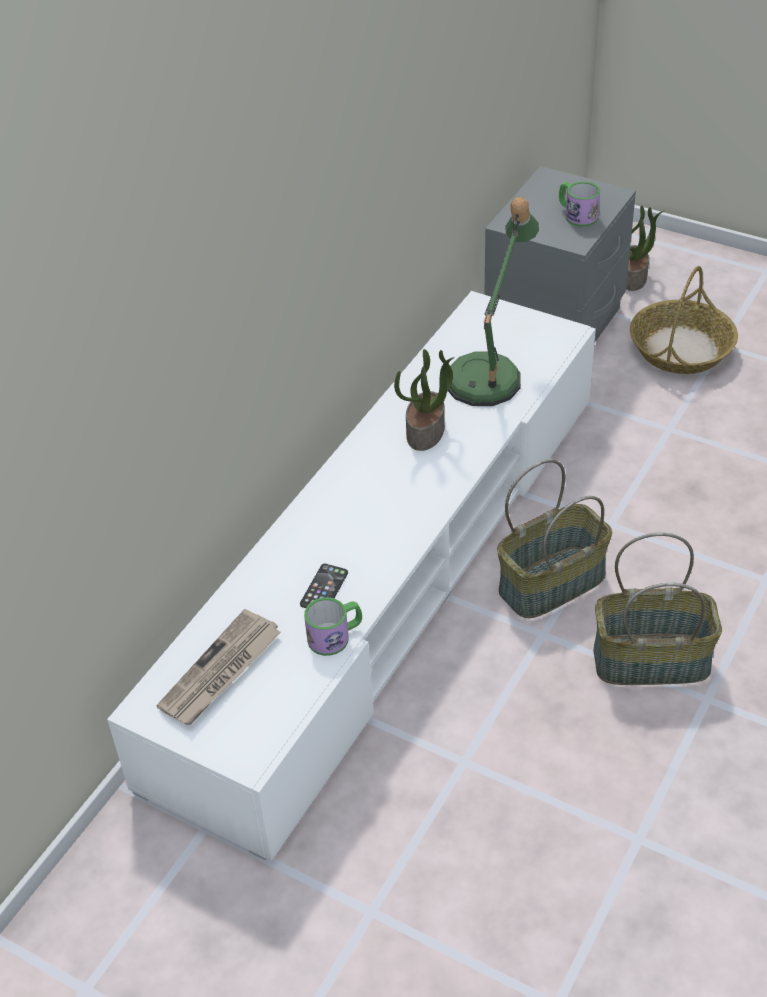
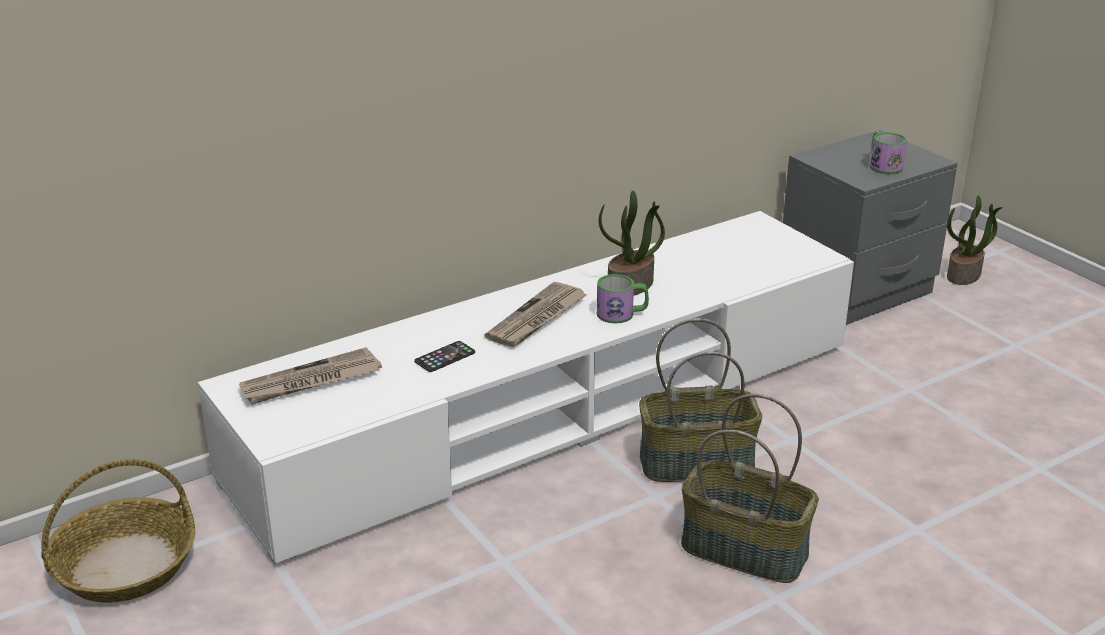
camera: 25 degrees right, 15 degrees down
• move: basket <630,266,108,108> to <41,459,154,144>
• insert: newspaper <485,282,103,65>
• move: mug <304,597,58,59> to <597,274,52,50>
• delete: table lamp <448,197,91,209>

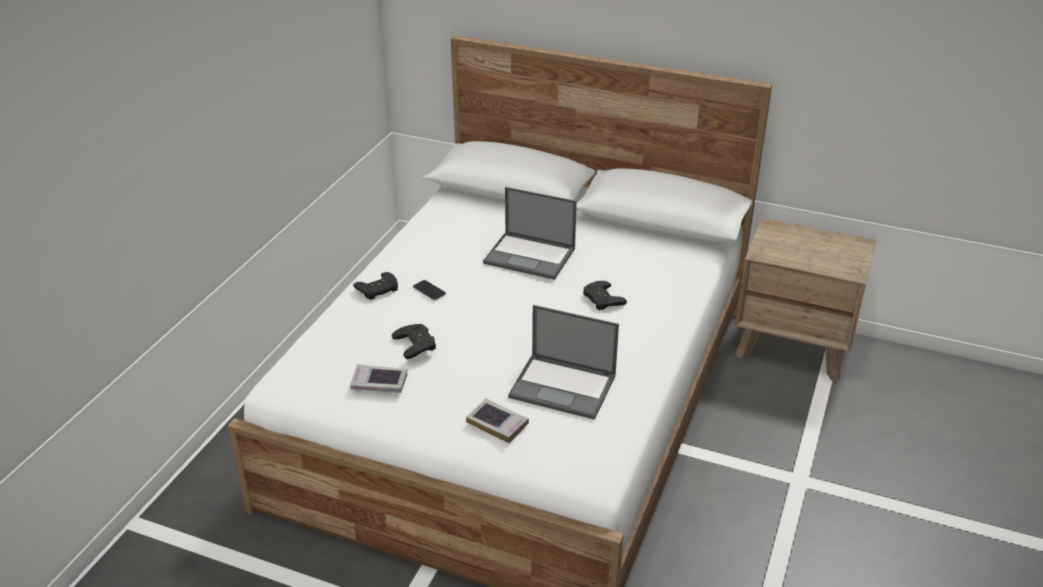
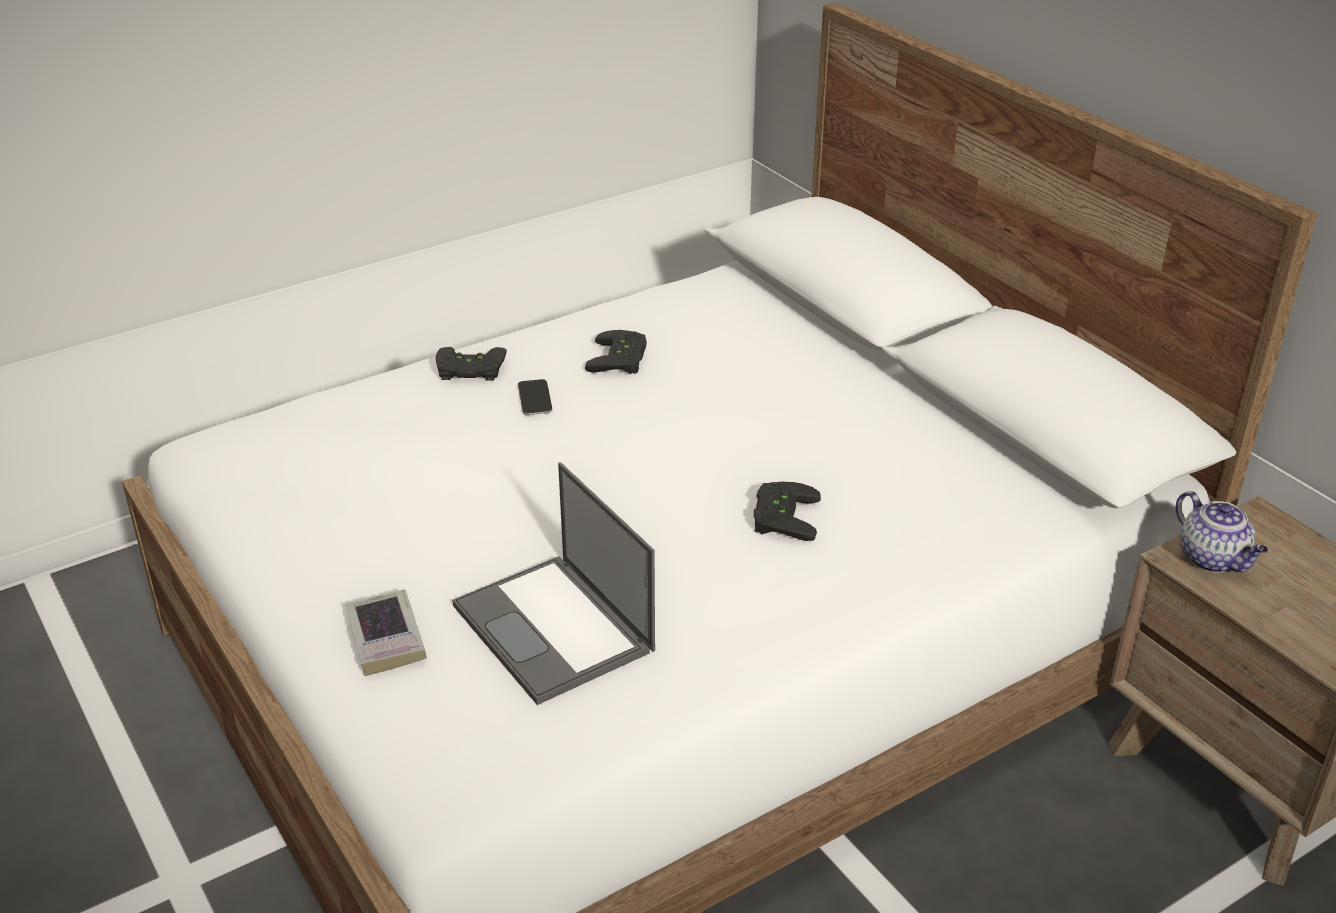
camera: 35 degrees right, 0 degrees up
• move: black game controller <392,324,44,35> to <585,330,62,44>
• insert: teapot <1175,491,93,82>
• delete: book <350,364,57,29>
• delete: laptop <483,187,94,93>

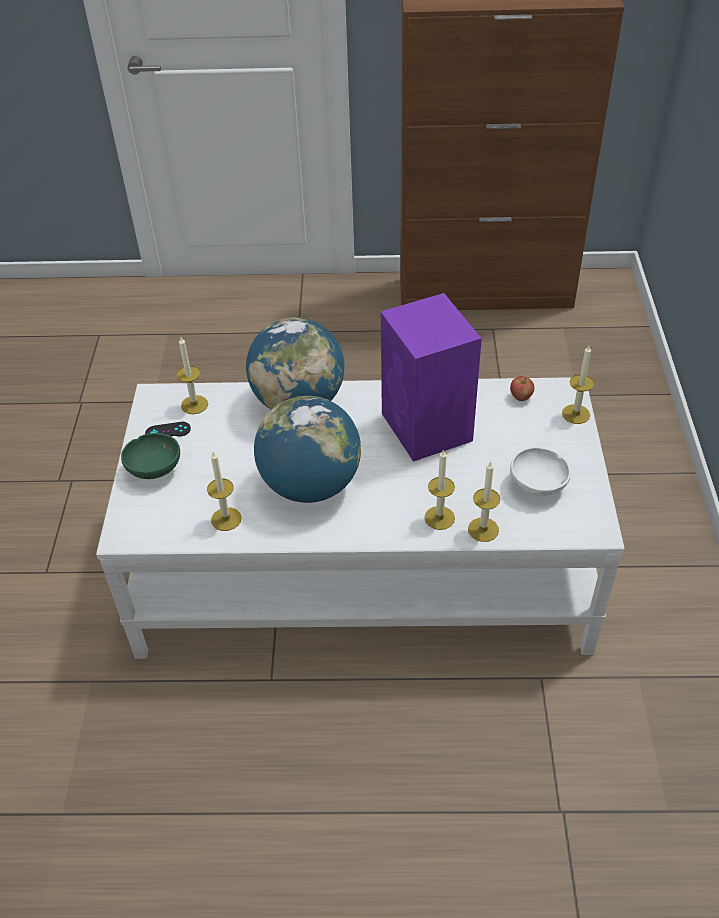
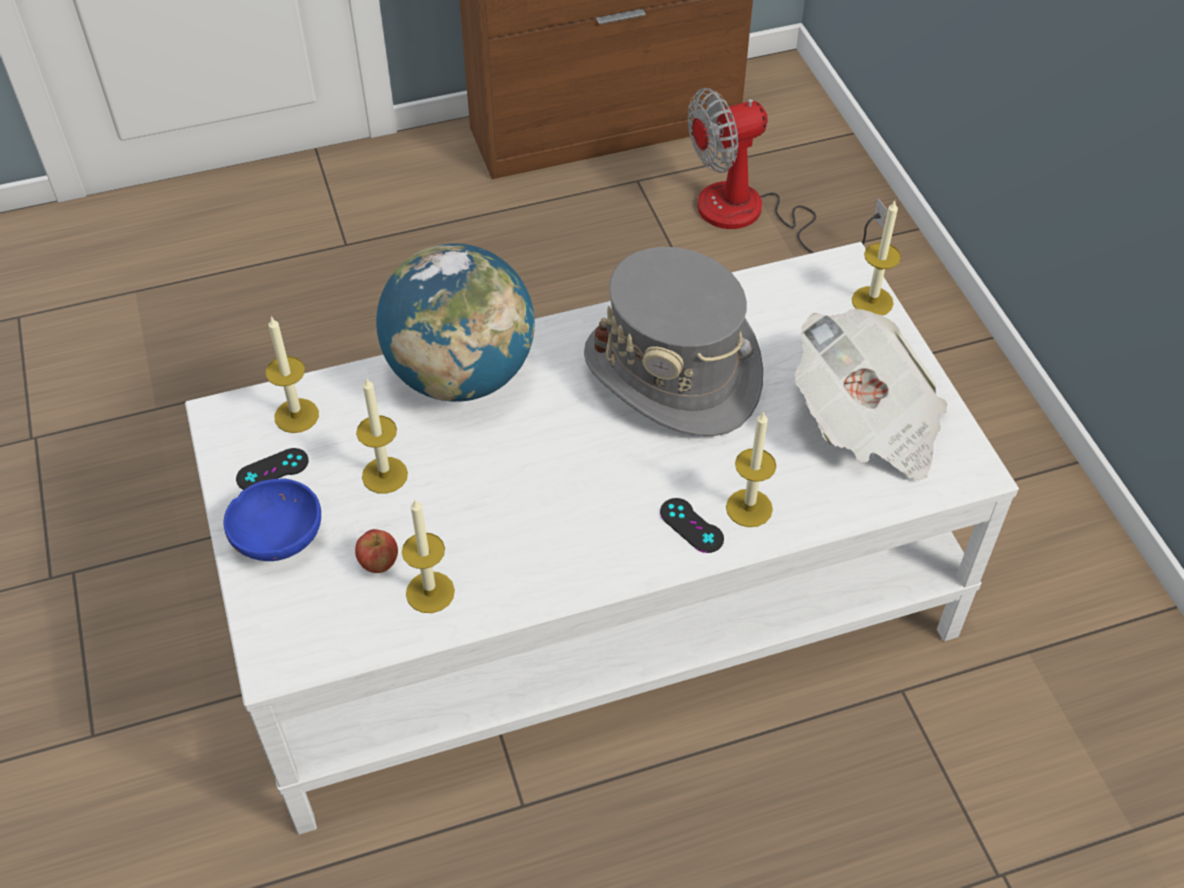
camera: 20 degrees left, 5 degrees up
• recolor: green bowl <121,433,59,46> to blue bowl <223,479,98,82>
• move: apple <510,376,24,25> to <355,529,43,44>
• move: candle <468,461,32,81> to <356,377,52,117>
• replace: purple speaker <381,293,101,169> to grey hat <584,247,179,189>
• insert: black game controller <660,498,64,55>
• insert: fan <688,88,199,165>
• replace: white bowl <510,447,61,49> to newspaper <795,309,153,171>
• delete: globe <254,396,107,107>

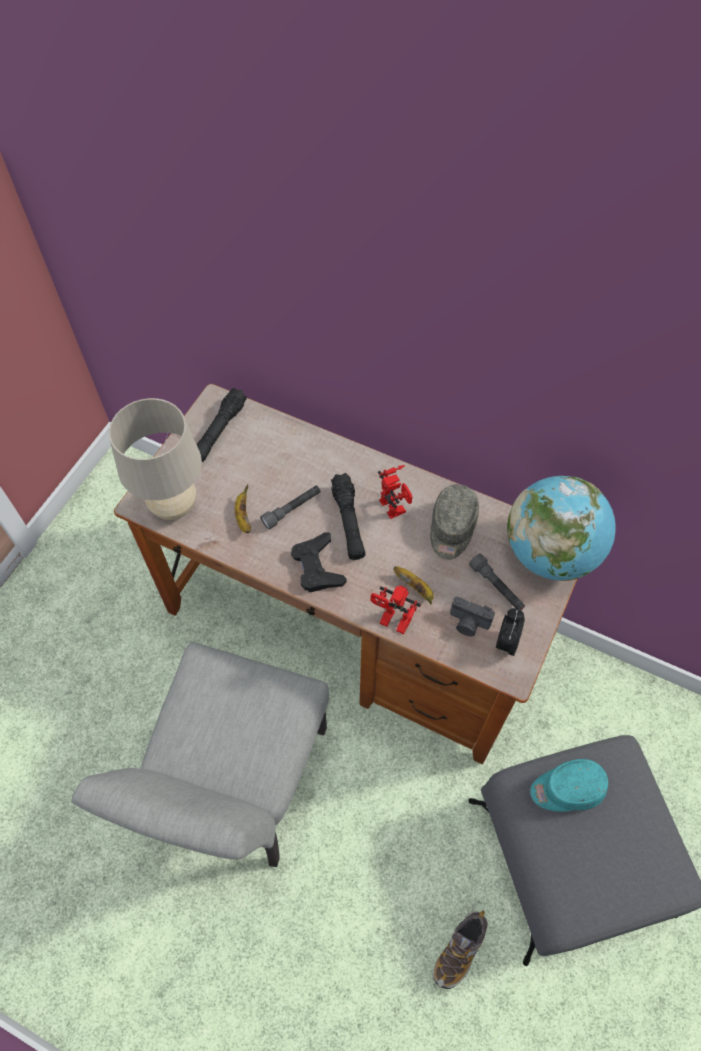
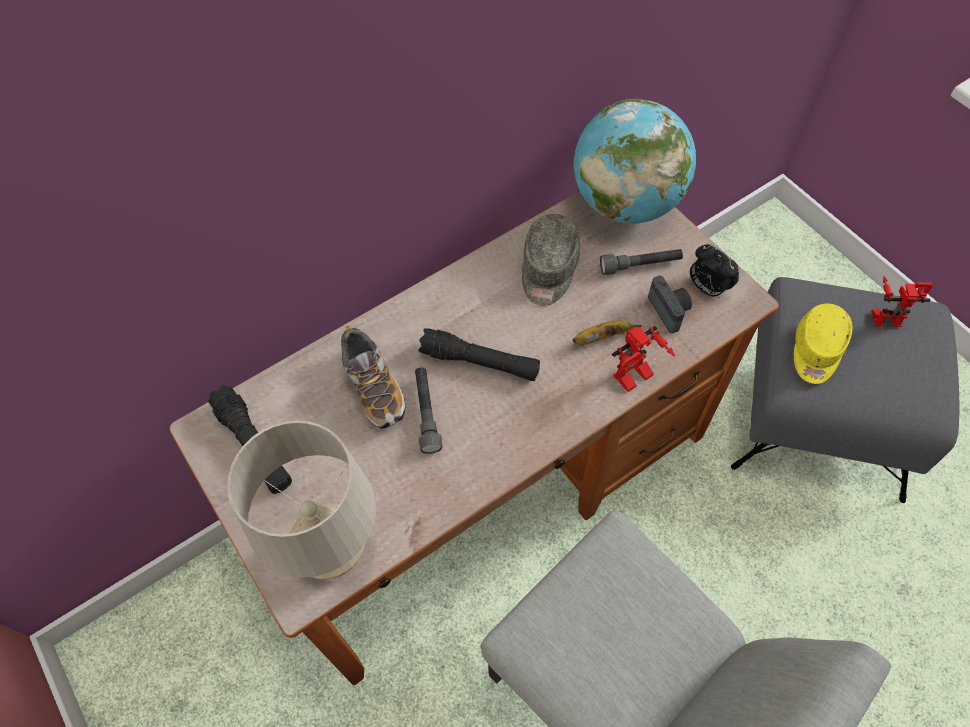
camera: 60 degrees left, 0 degrees up
• move: shoe <432,911,56,78> to <341,325,64,104>
• rotate: grey cap <430,484,49,76> = <522,214,58,92> 60 degrees clockwise
• rotate: photo camera <450,597,45,40> = <648,275,44,58> 75 degrees counterclockwise
• recolor: turquoise cap <530,759,78,53> to yellow cap <794,303,58,81>
• move: toy robot <378,465,34,54> to <871,276,62,51>
• delete: banana <235,484,16,49>
• delete: black game controller <291,532,56,60>

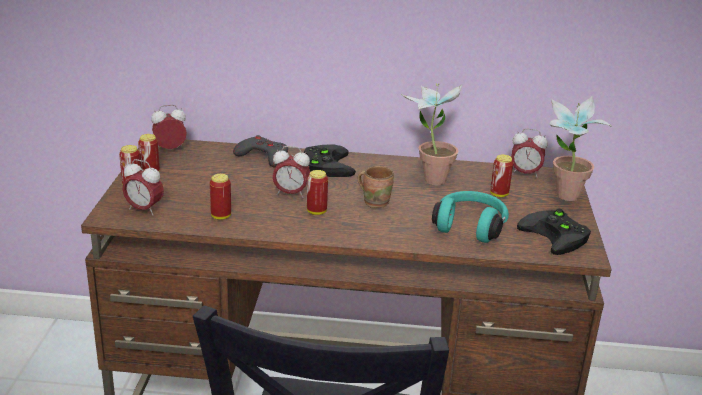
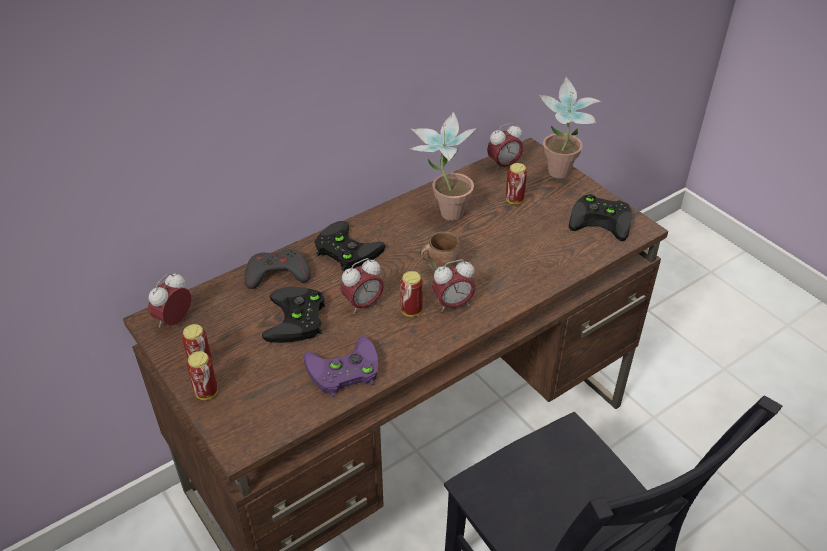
camera: 40 degrees left, 15 degrees up
• insert: black game controller <262,287,63,56>
• replace: can <210,174,21,46> to purple game controller <304,336,74,61>
• move: alarm clock <122,159,42,57> to <432,259,44,53>
• delete: turquoise headphones <432,191,77,52>

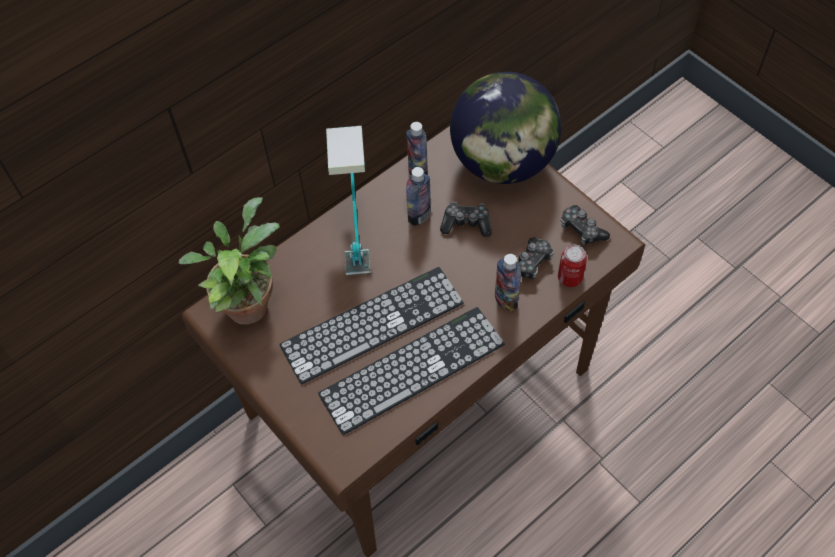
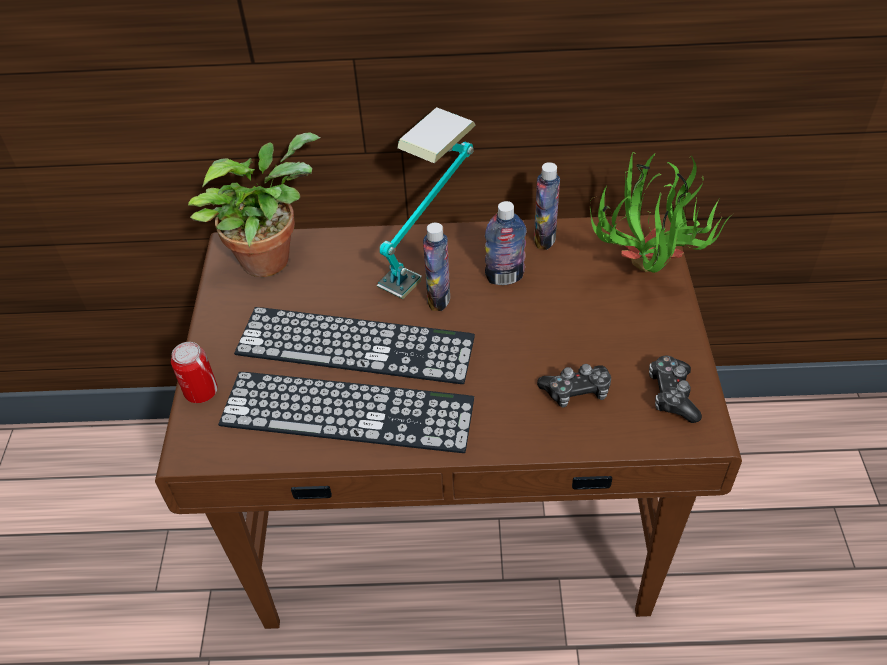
camera: 40 degrees right, 10 degrees down
• move: can <558,245,29,42> to <171,342,47,61>
• move: bottle <495,254,26,58> to <423,223,27,88>
• replace: globe <450,72,112,112> to potted plant <590,152,143,121>
• delete: game controller <440,202,52,35>

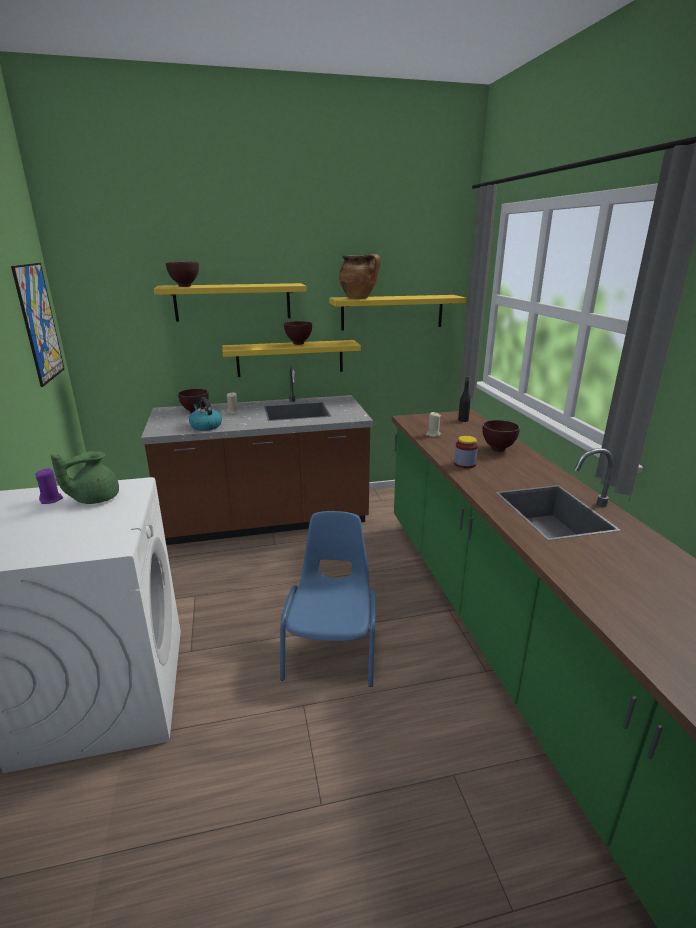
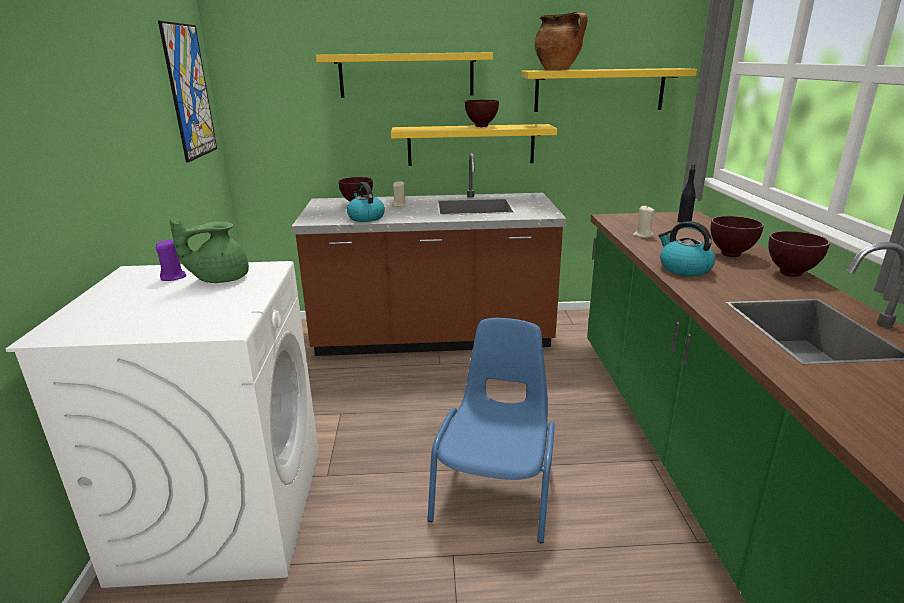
camera: 10 degrees right, 0 degrees up
• replace: jar <454,436,24,33> to kettle <659,221,56,55>
• move: brown bowl <166,262,33,25> to <768,231,62,46>

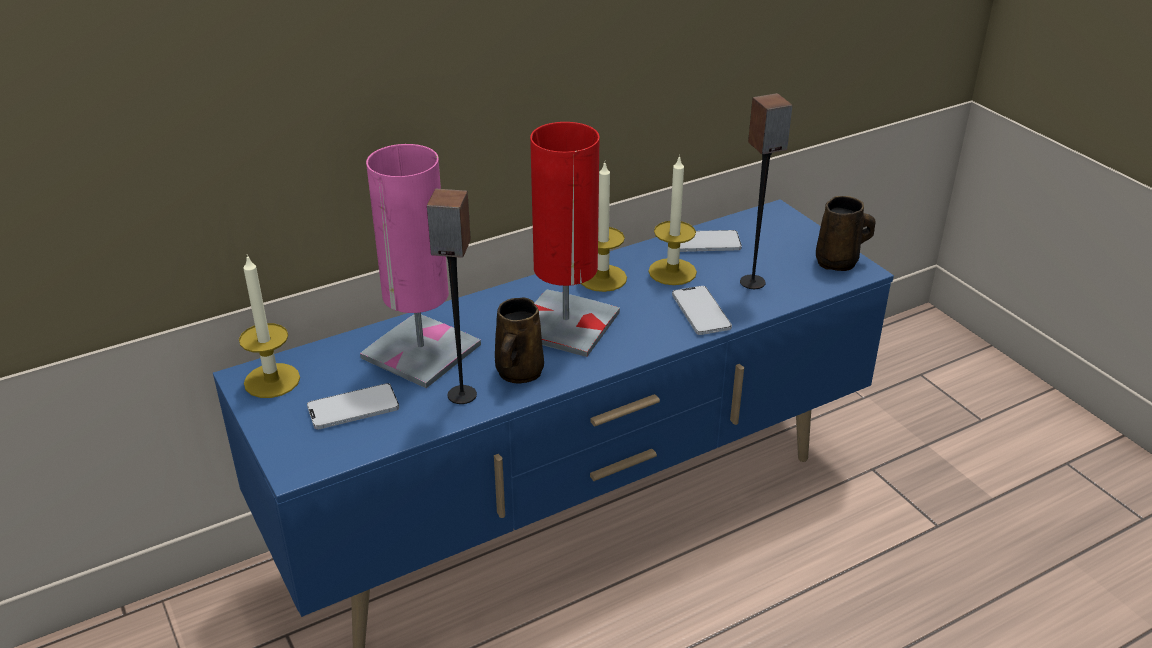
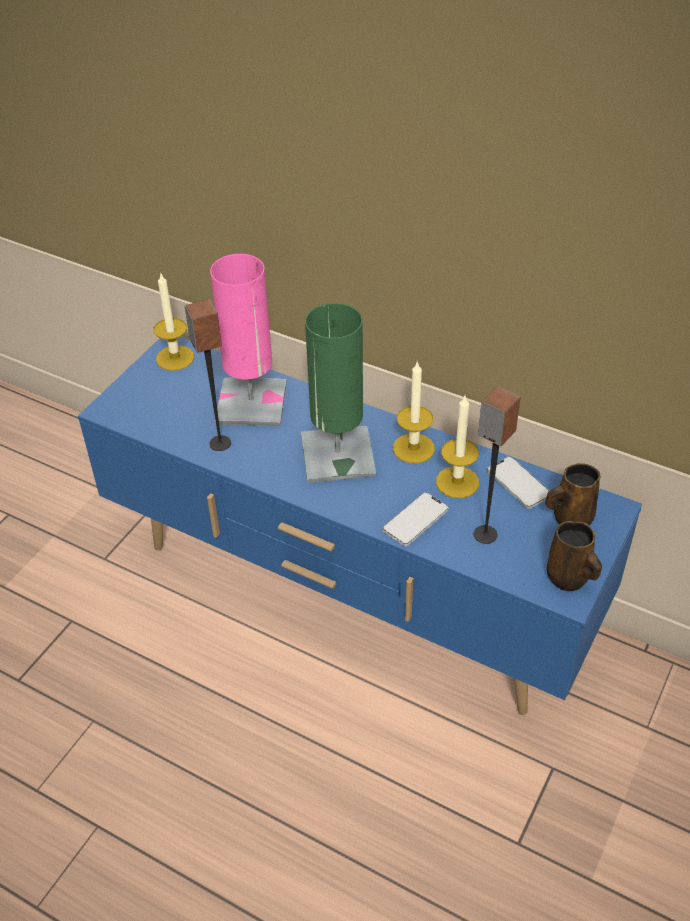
camera: 60 degrees right, 10 degrees up
• recolor: red table lamp <530,122,90,235> to green table lamp <301,303,75,180>
• move: brown mug <495,298,49,86> to <545,463,55,63>
• delete: phone <307,383,92,47>

